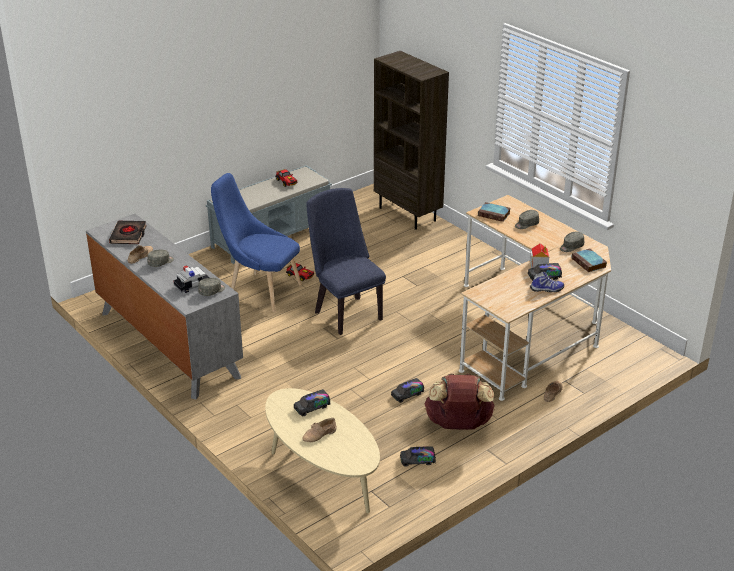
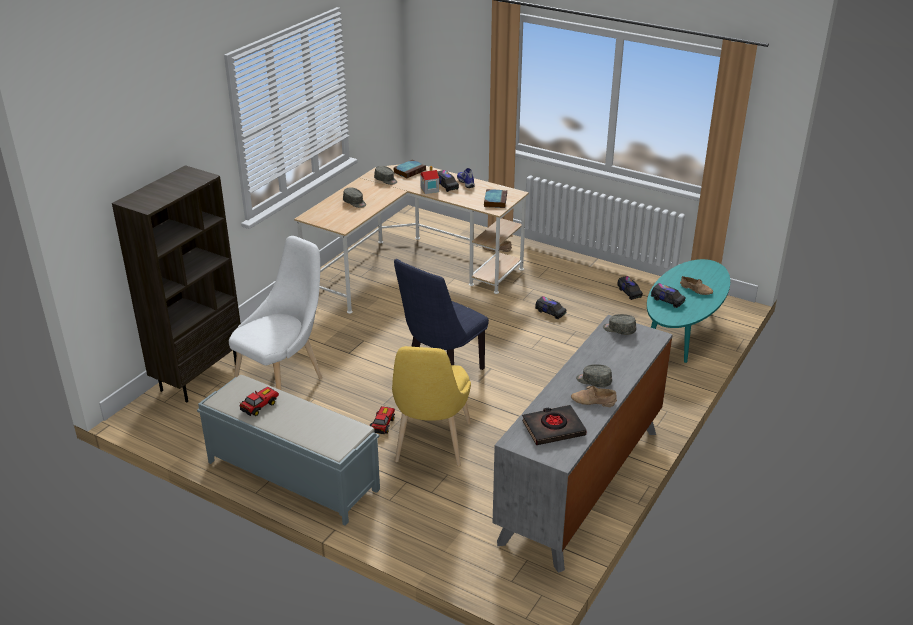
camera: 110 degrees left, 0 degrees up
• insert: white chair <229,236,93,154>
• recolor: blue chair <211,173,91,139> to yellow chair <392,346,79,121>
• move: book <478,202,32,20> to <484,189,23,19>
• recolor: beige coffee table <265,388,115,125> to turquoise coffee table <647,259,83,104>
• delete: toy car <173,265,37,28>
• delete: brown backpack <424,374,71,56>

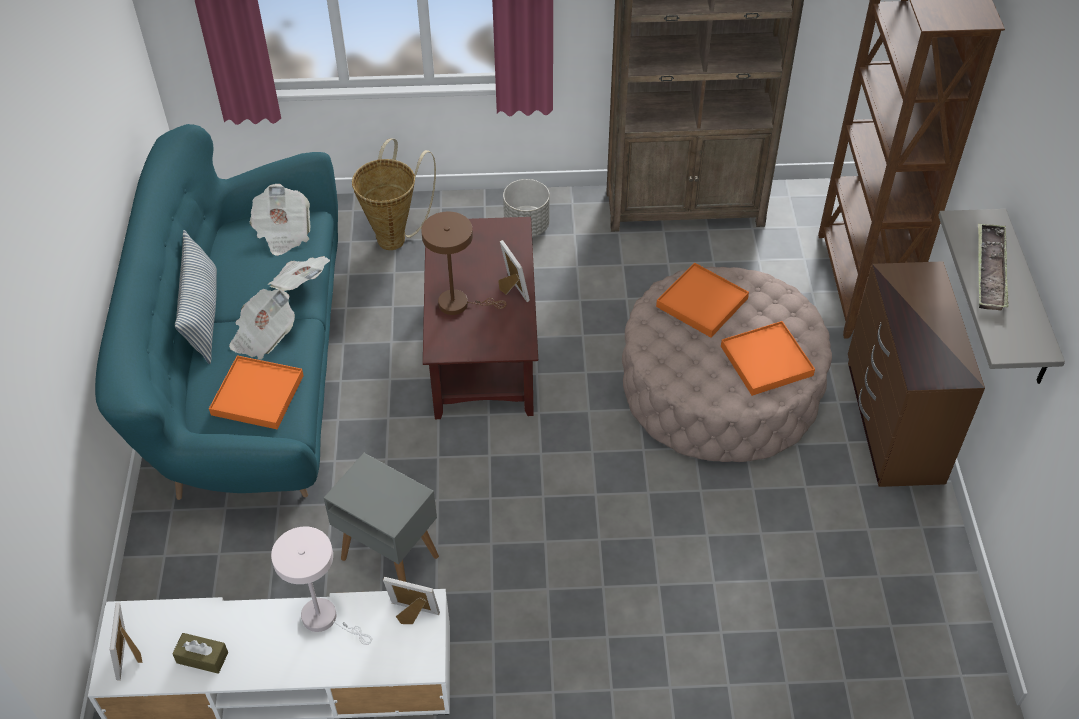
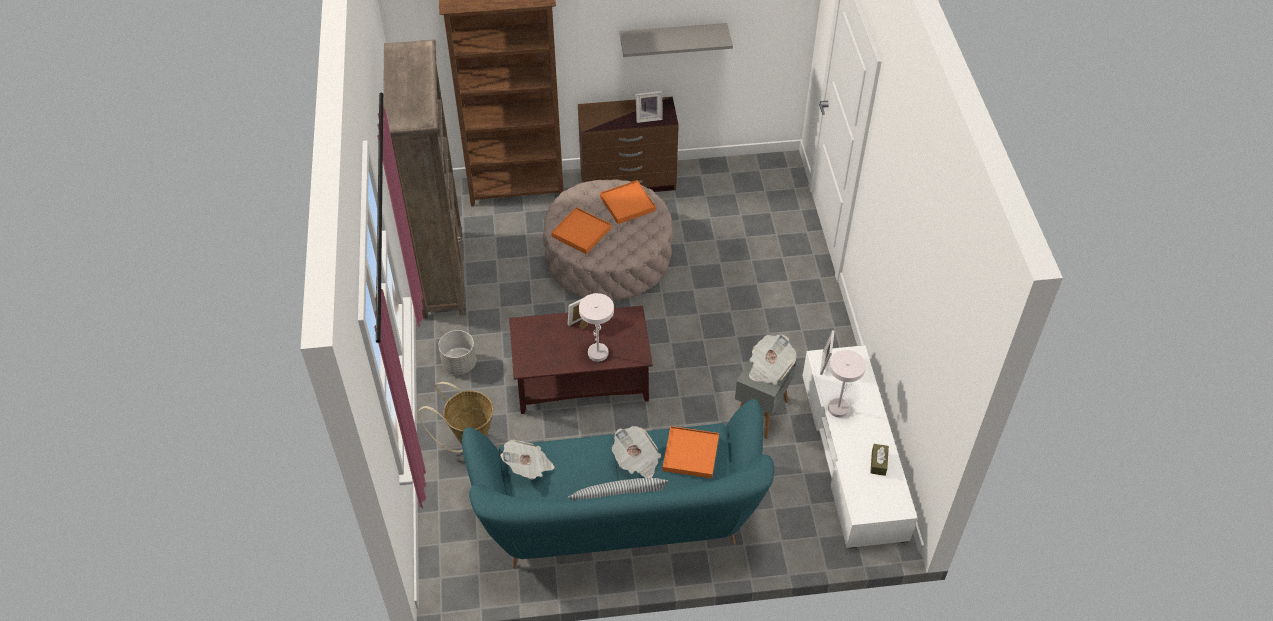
camera: 95 degrees left, 0 degrees up
• recolor: brown table lamp <421,212,85,103> to white table lamp <579,293,35,69>
• move: picture frame <110,603,32,77> to <636,91,27,32>
• move: newspaper <268,256,62,35> to <749,334,47,51>
• delete: tray <978,223,31,88>

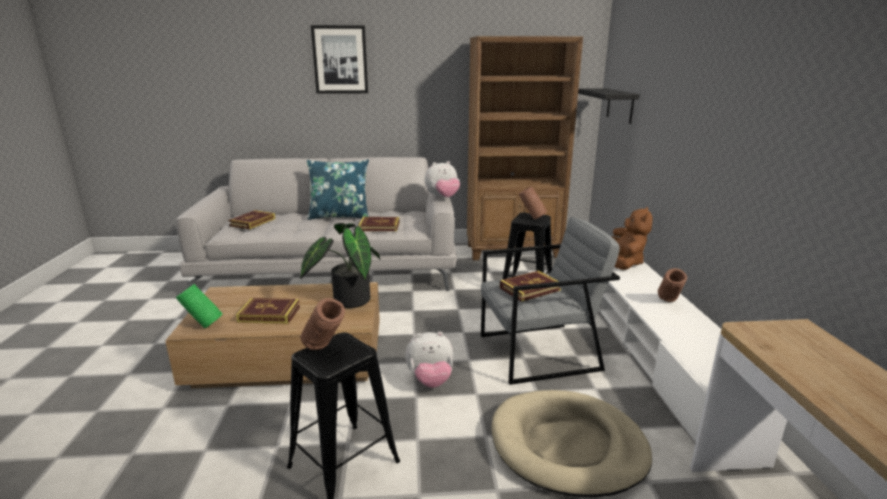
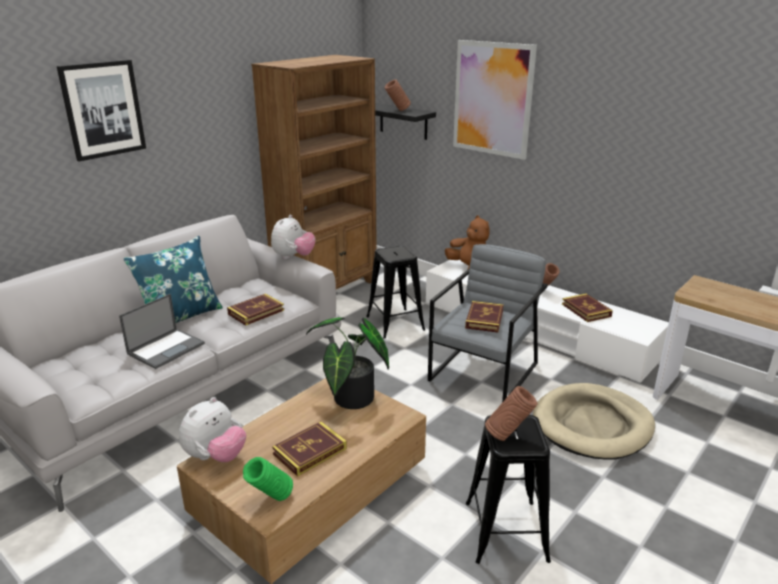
camera: 45 degrees left, 5 degrees up
• insert: laptop <119,294,86,75>
• move: plush toy <405,332,48,56> to <179,397,67,65>
• move: brown vase <519,186,28,33> to <385,79,26,32>
• insert: picture <453,40,84,120>
• move: book <228,210,47,19> to <562,294,51,28>

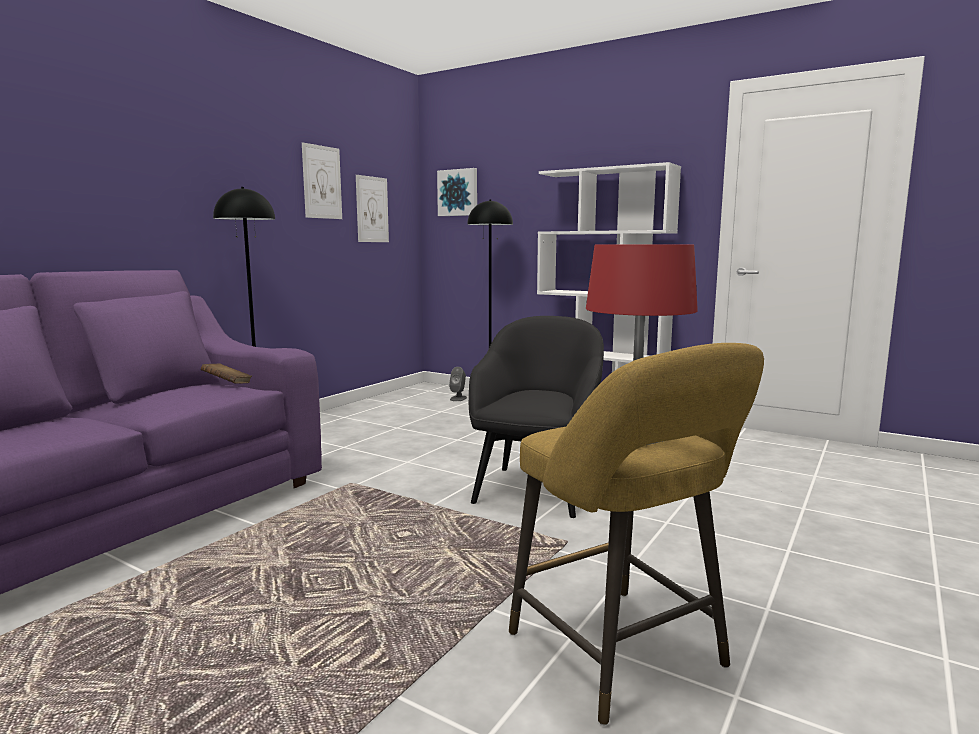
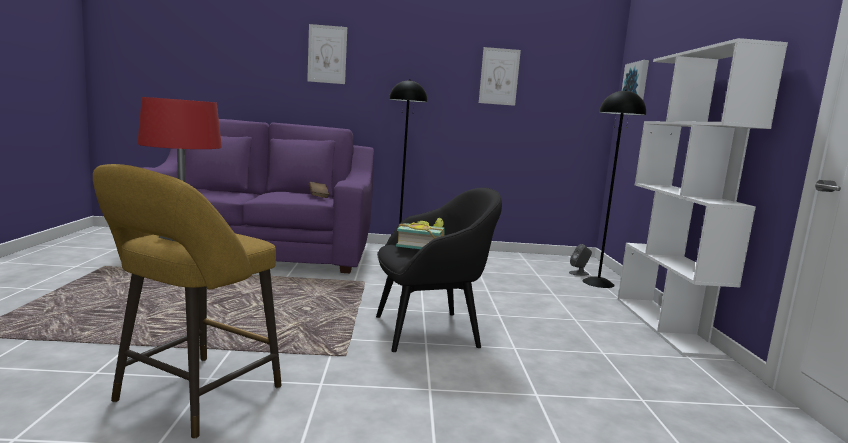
camera: 55 degrees right, 0 degrees up
• move: picture <356,175,33,67> to <307,24,40,60>
• insert: book <396,218,49,31>

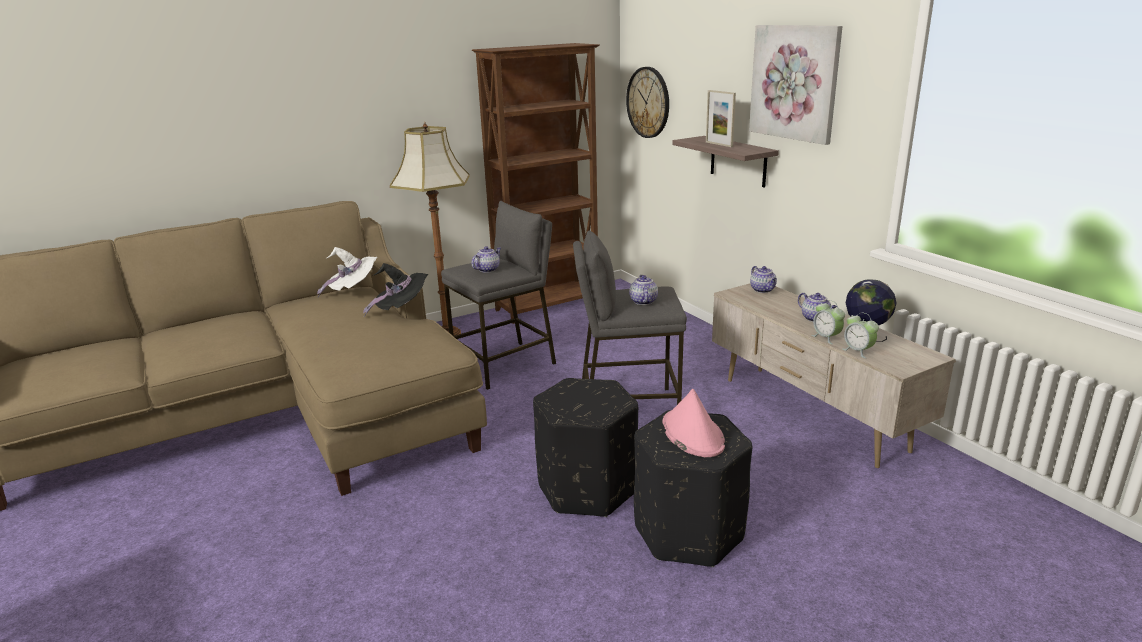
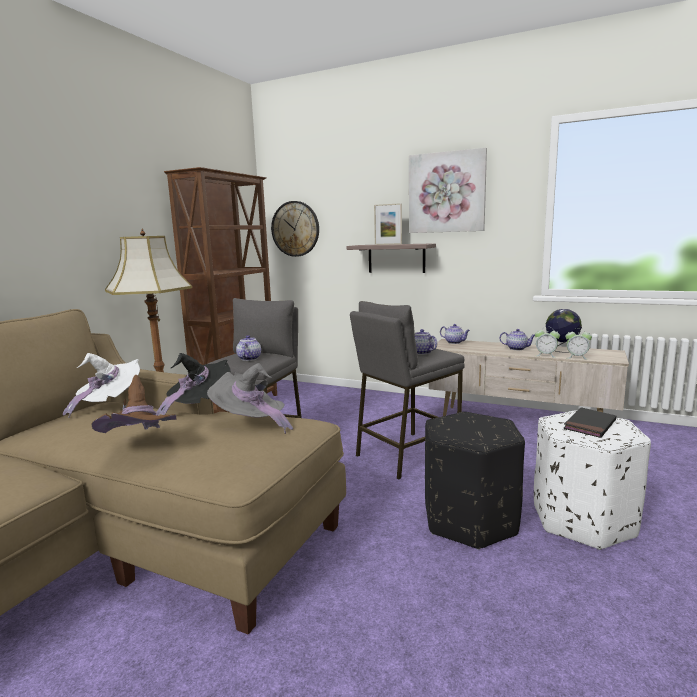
camera: 35 degrees left, 10 degrees down
• insert: brown hat <91,375,86,58>
• insert: grey hat <207,363,86,71>
• recolor: black ottoman <634,410,118,157> to white ottoman <534,410,117,140>
• replace: pink hat <662,389,63,68> to black book <564,407,53,31>

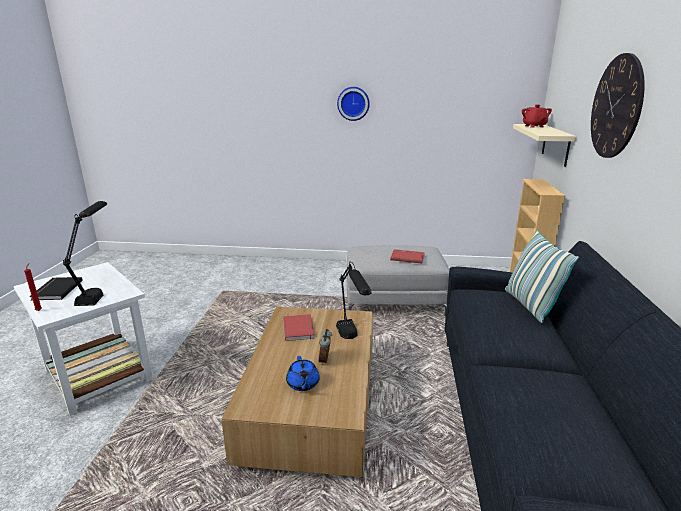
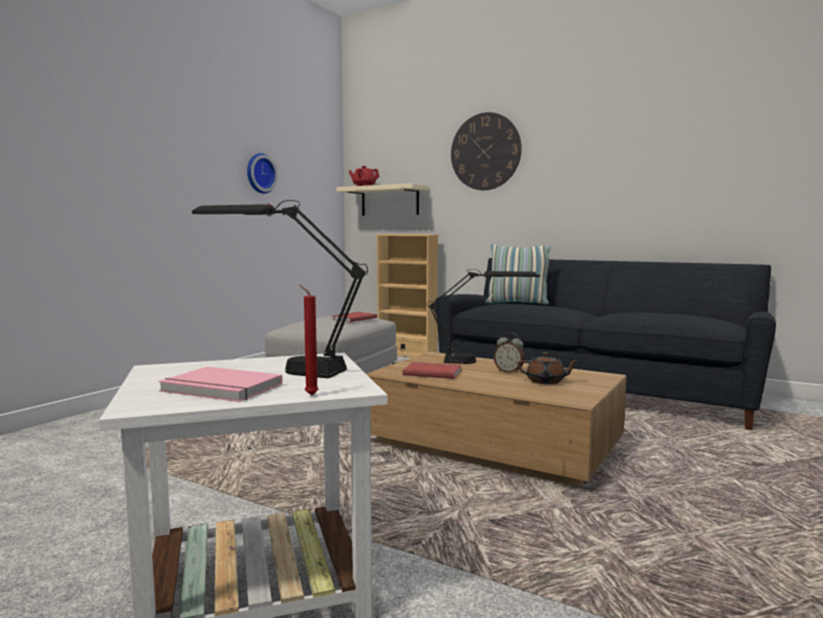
camera: 65 degrees left, 15 degrees down
• recolor: black book <29,277,54,23> to pink book <158,367,125,35>
• move: wall clock <337,87,33,34> to <247,153,31,41>
• recolor: blue teapot <286,356,34,35> to brown teapot <517,353,62,31>

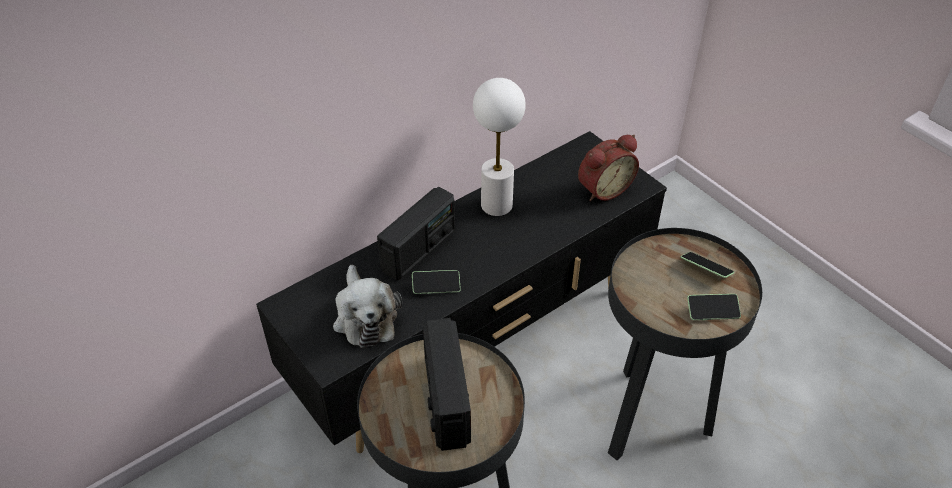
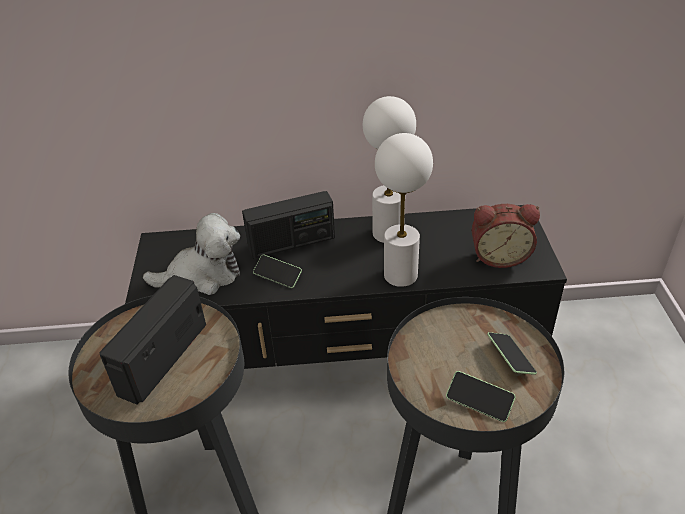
camera: 35 degrees right, 5 degrees down
• rotate: plush toy <333,265,69,83> = <143,213,97,82> 120 degrees counterclockwise
• insert: white table lamp <375,133,58,154>

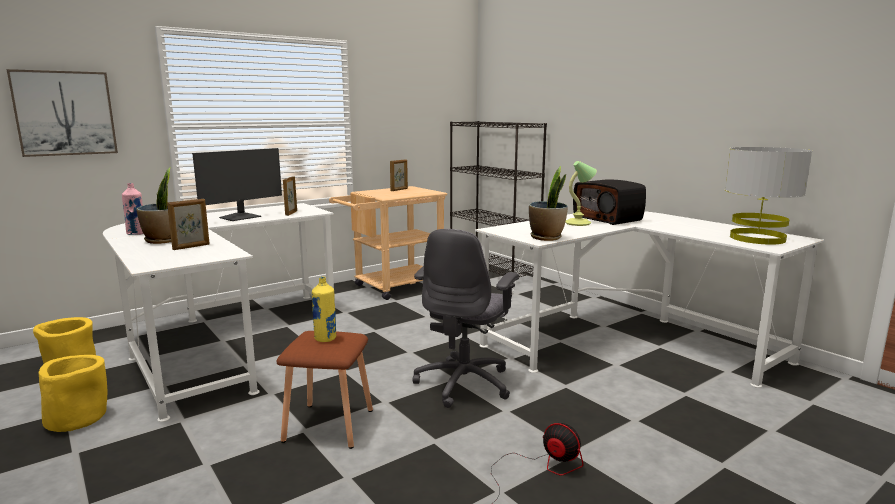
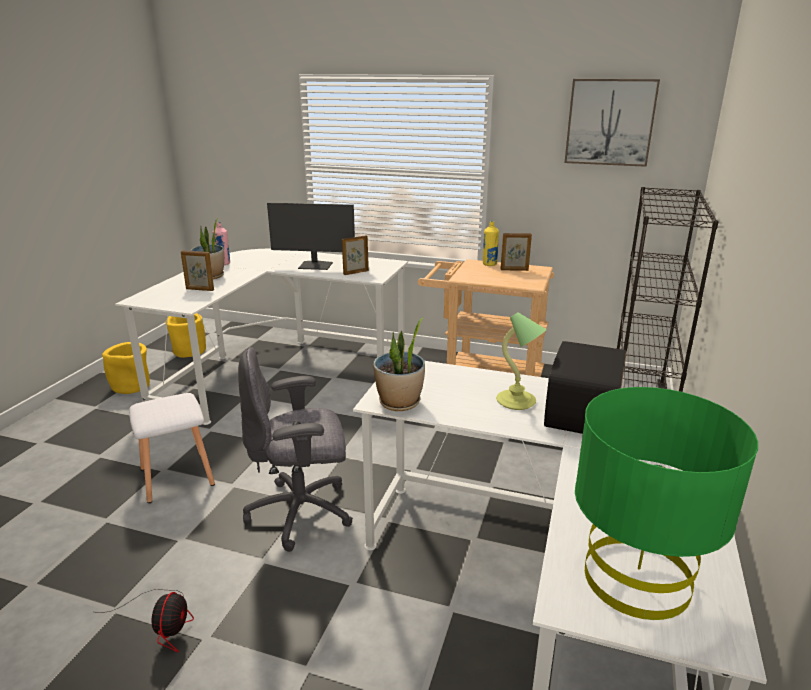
camera: 55 degrees right, 10 degrees up
• recolor: brown stool <277,331,96,118> to white stool <129,393,86,110>
• move: yellow bottle <312,276,24,66> to <483,221,16,45>
• move: picture <7,69,111,88> to <565,79,95,88>
• recolor: grey table lamp <725,147,87,98> to green table lamp <575,387,183,233>

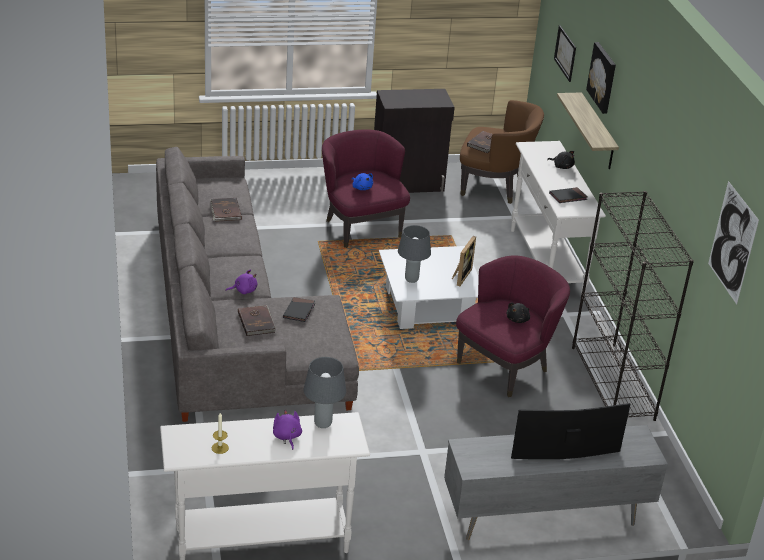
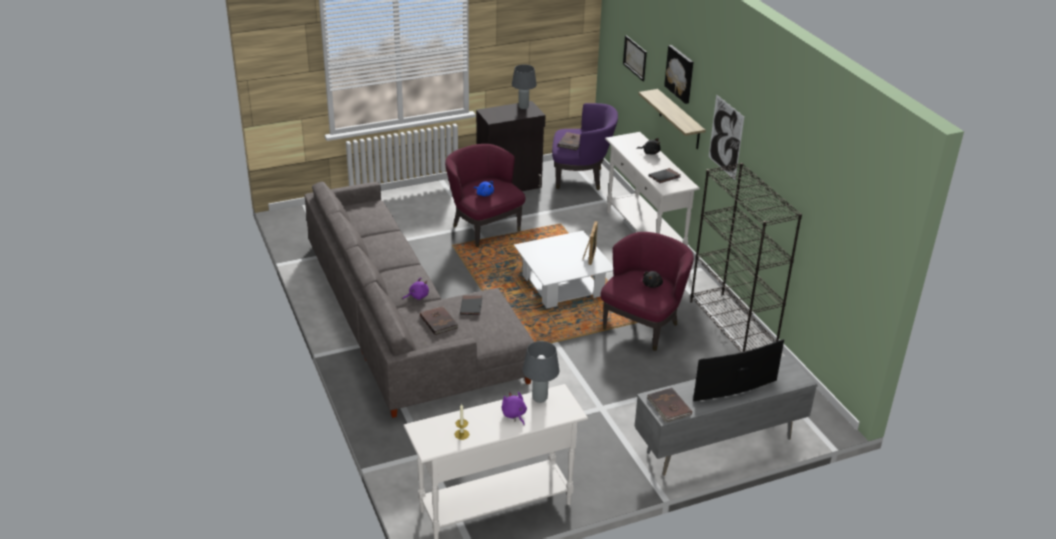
camera: 10 degrees left, 0 degrees up
• move: grey table lamp <398,225,33,58> to <512,64,25,45>
• recolor: brown armchair <460,100,84,104> to purple armchair <552,103,66,87>
• move: brown book <210,198,32,24> to <647,388,45,34>
• move: picture <708,181,51,123> to <709,95,35,85>

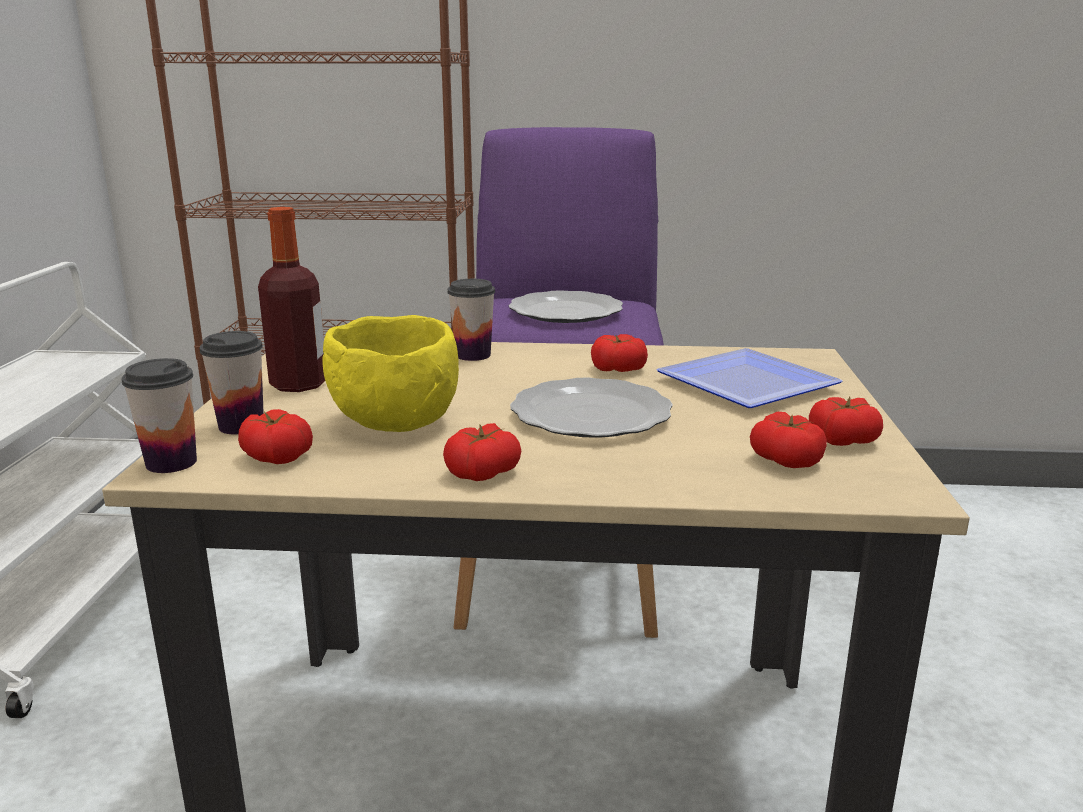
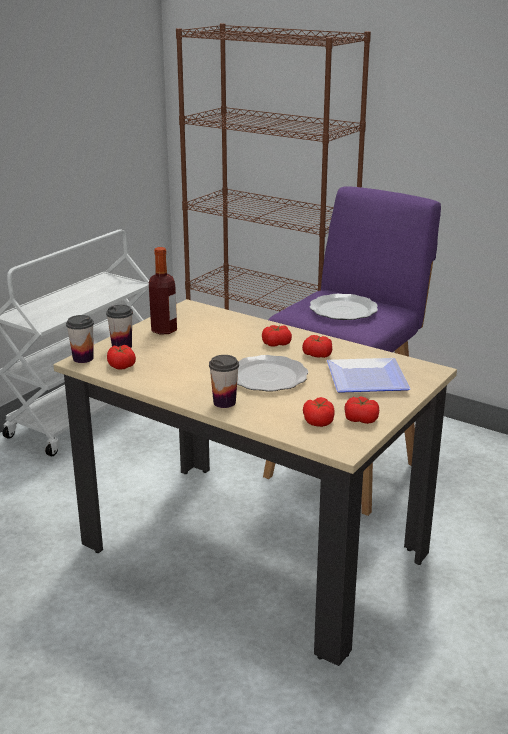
camera: 30 degrees right, 5 degrees up
• move: cup <447,279,48,82> to <209,355,30,53>
• move: tomato <443,423,78,58> to <262,325,30,22>
• delete: yellow bowl <322,315,137,117>

